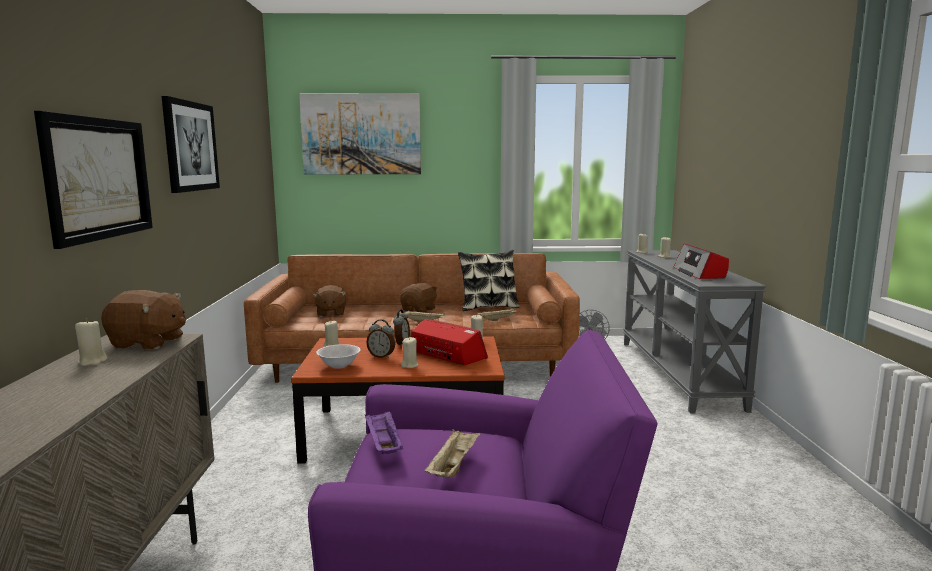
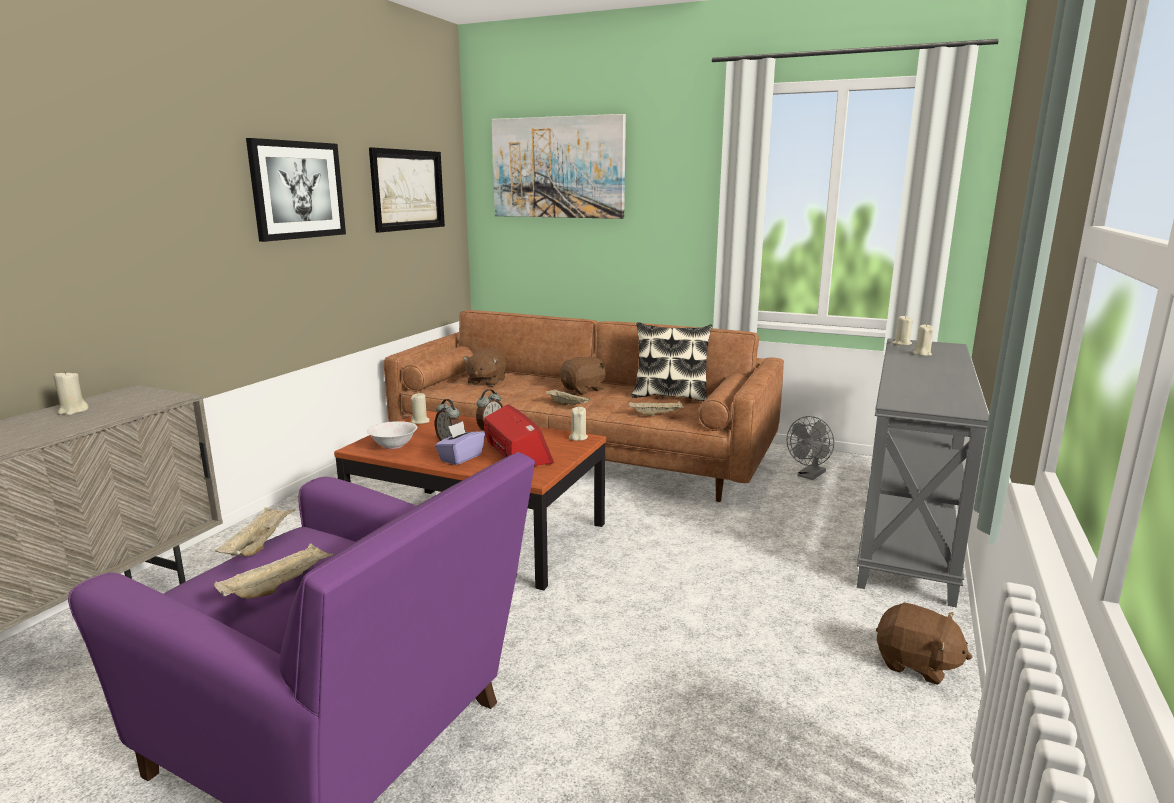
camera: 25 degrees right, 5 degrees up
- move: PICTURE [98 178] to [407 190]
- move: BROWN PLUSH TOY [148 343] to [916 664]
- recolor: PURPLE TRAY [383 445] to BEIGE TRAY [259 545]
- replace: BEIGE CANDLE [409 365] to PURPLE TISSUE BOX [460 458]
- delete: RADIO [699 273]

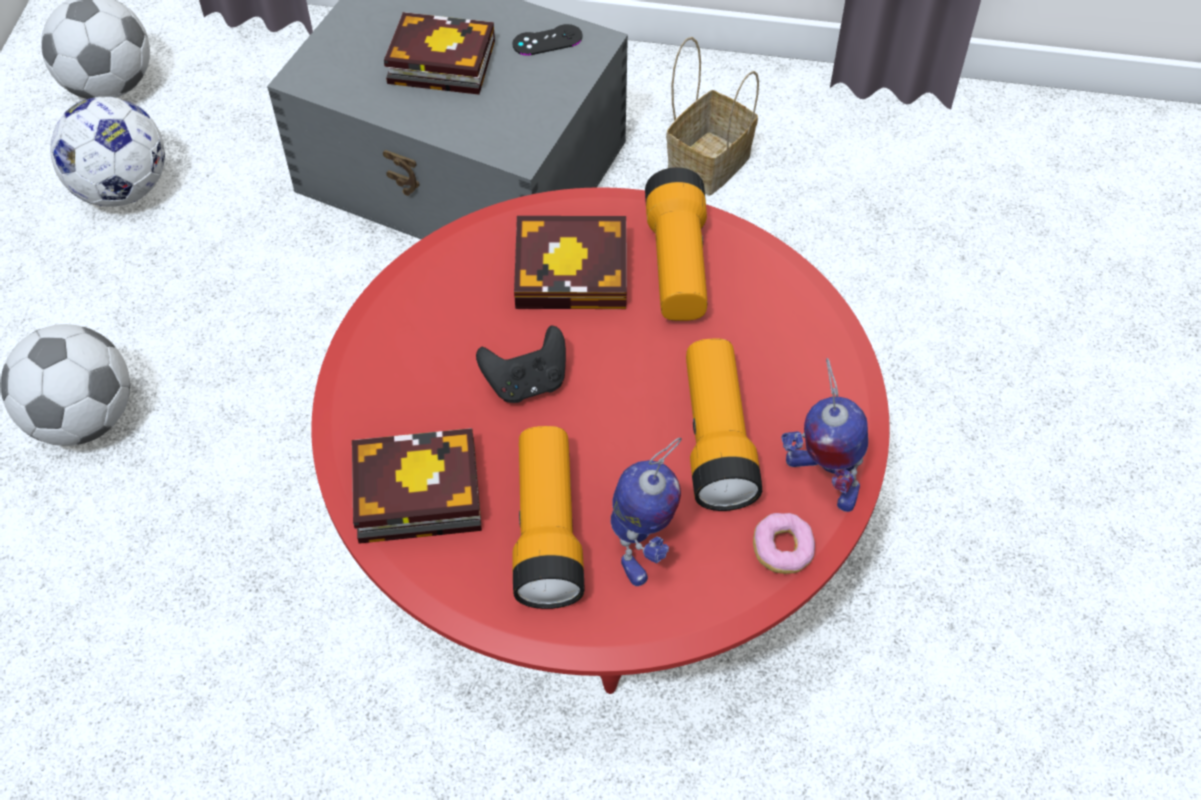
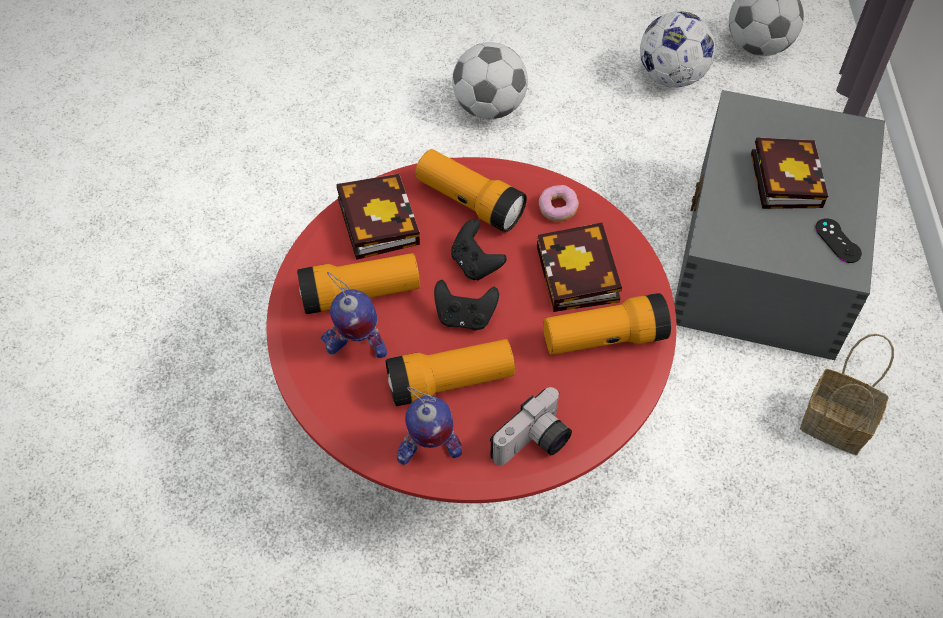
camera: 80 degrees right, 0 degrees up
- move: DONUT [782 550] to [557 209]
- rotate: TOY ROBOT [821 479] = [428 453] 135 degrees counterclockwise
- insert: FLASHLIGHT [469 202]
- insert: BLACK GAME CONTROLLER [465 317]
- insert: PHOTO CAMERA [534 444]

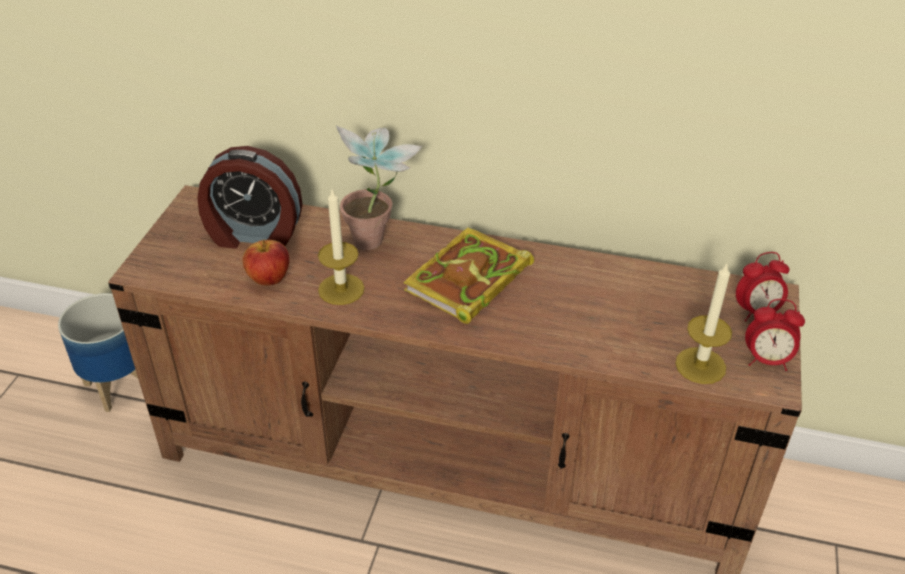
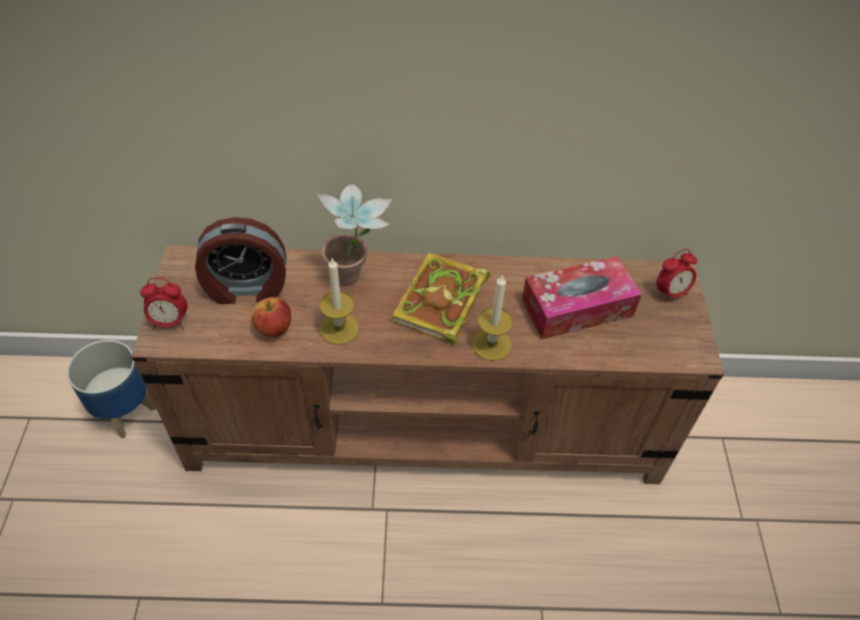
camera: 15 degrees left, 10 degrees up
- move: CANDLE [700 365] to [491 344]
- move: ALARM CLOCK [766 360] to [170 321]
- insert: TISSUE BOX [577 307]

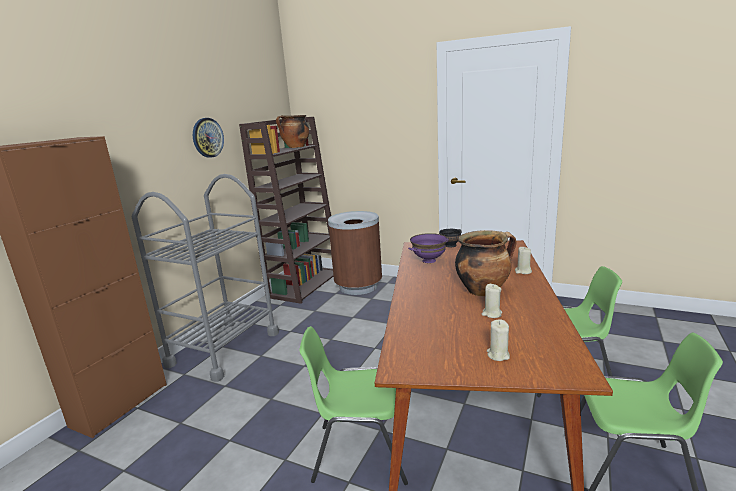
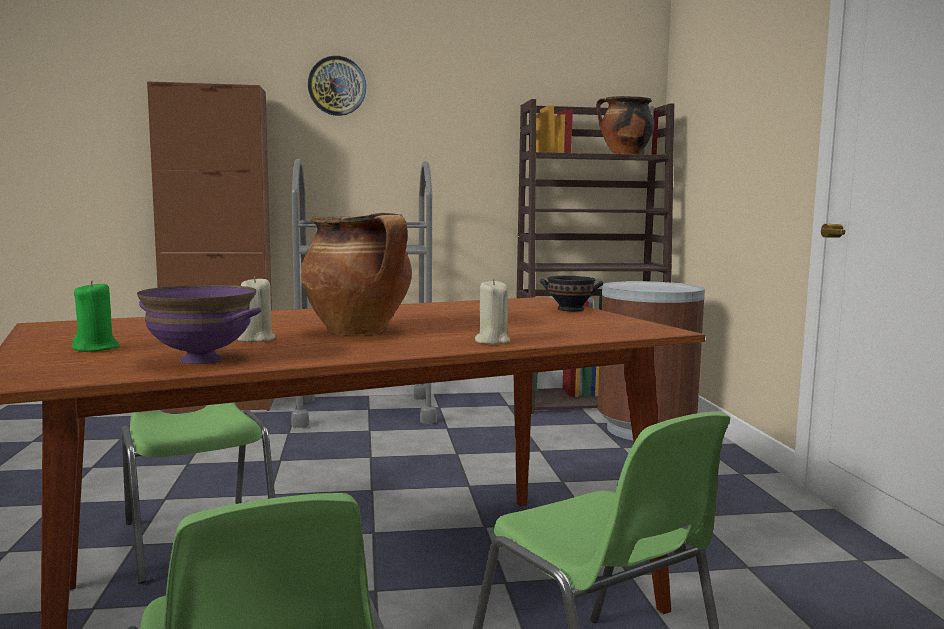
camera: 55 degrees right, 10 degrees down
- move: WALL CLOCK [207 137] to [337 86]
- move: PURPLE BOWL [429 260] to [202 359]
- recolor: BEIGE CANDLE [498 355] to GREEN CANDLE [96 348]

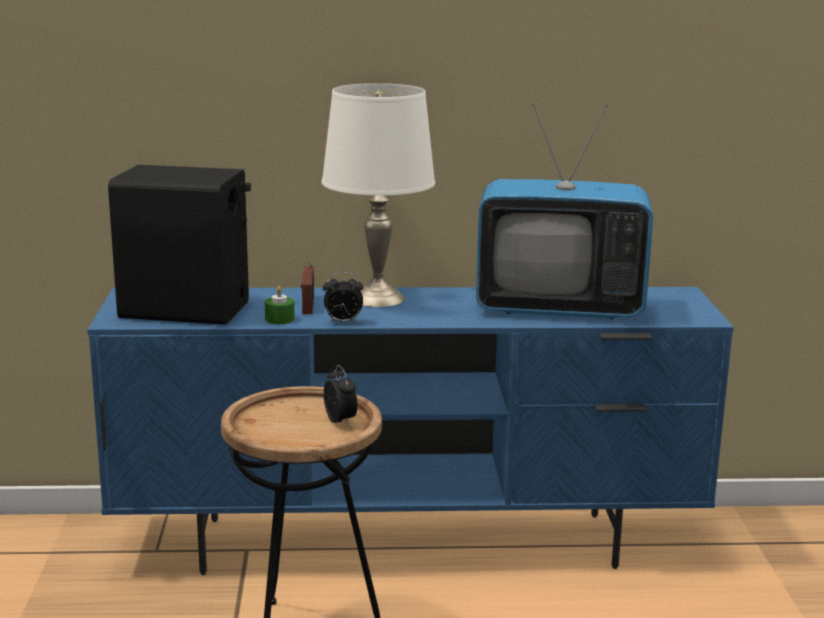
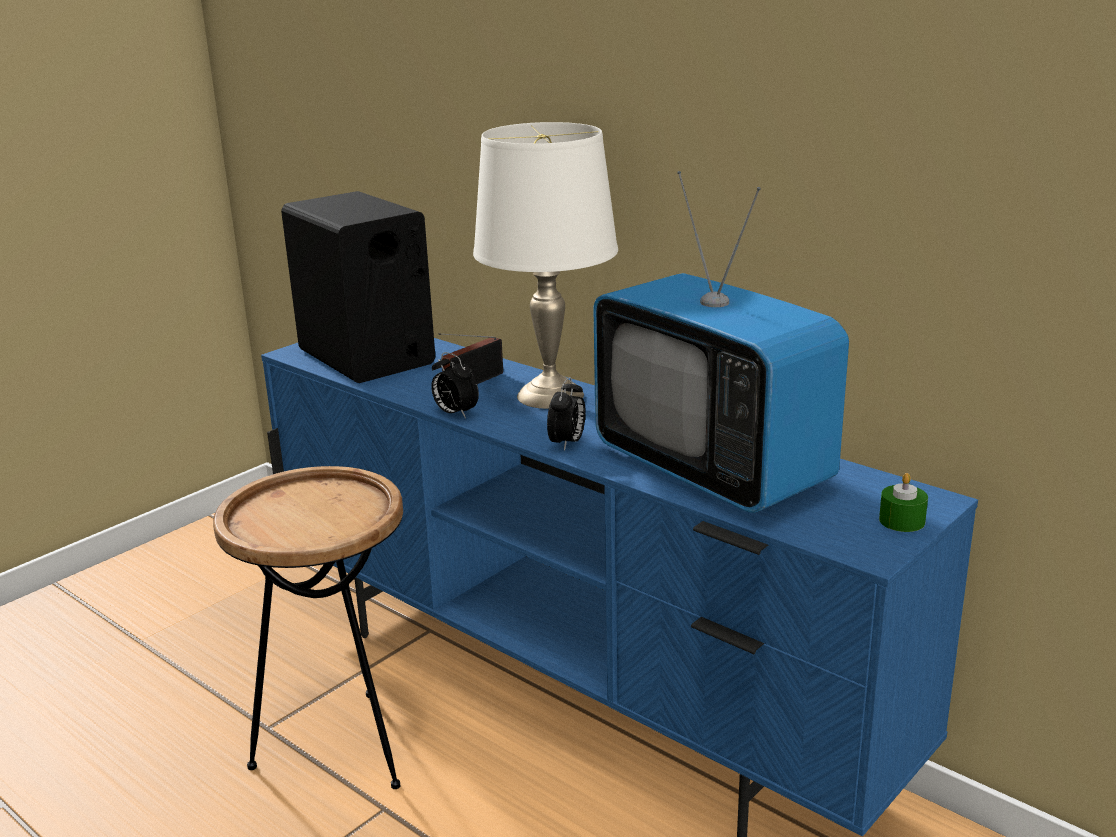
camera: 45 degrees right, 5 degrees up
- move: GREEN CANDLE [279 319] to [902 521]
- move: ALARM CLOCK [341 421] to [567 443]

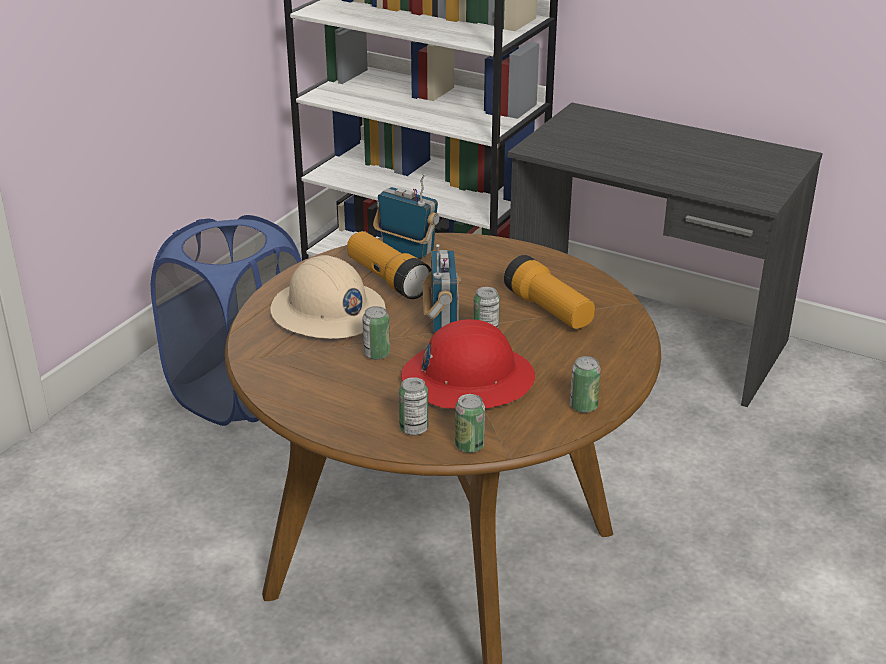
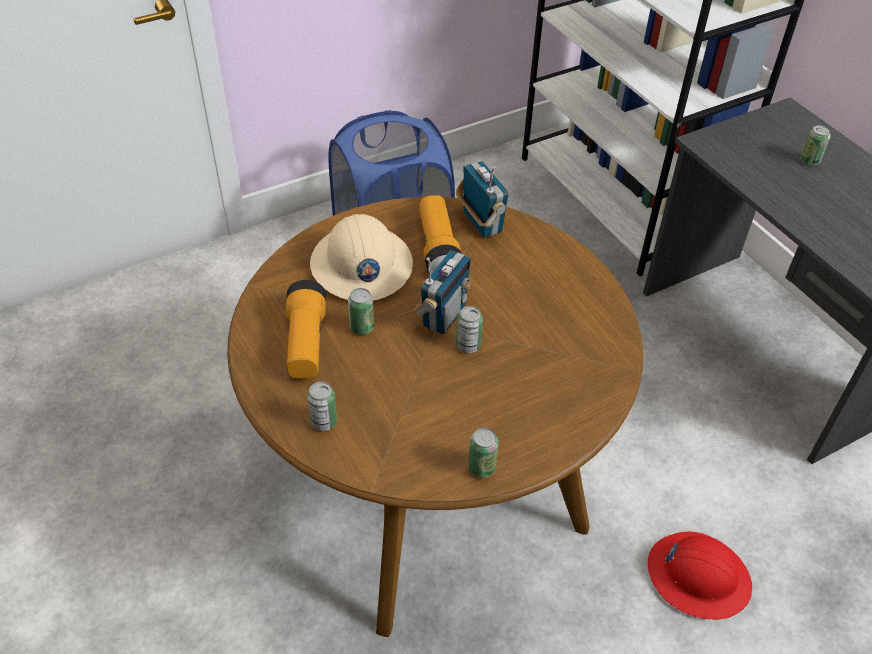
camera: 30 degrees right, 15 degrees up
- move: RED HARD HAT [467 379] to [698 576]
- move: CAN [469 446] to [809 161]
- move: FLASHLIGHT [549 310] to [306 343]

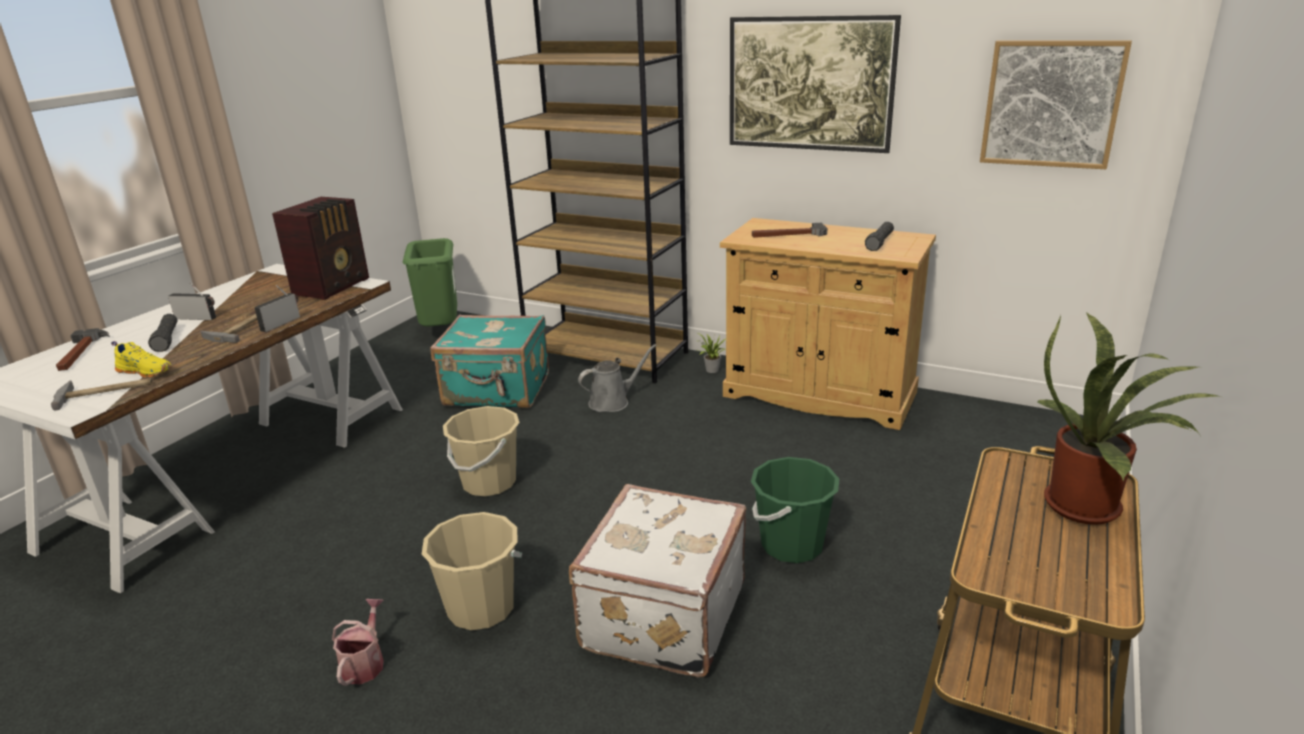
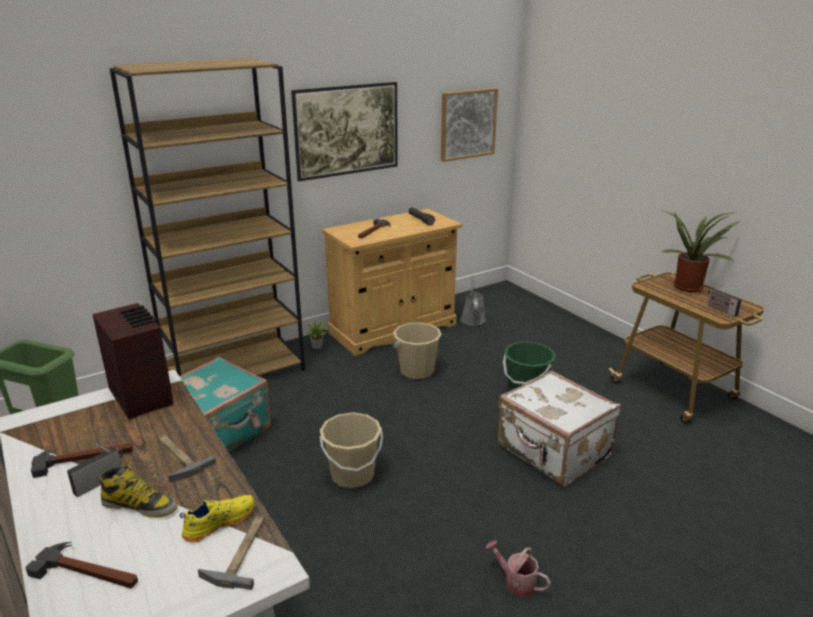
camera: 60 degrees left, 0 degrees up
- replace: BLACK FLASHLIGHT [167 339] to BOOT [140 505]
- move: RADIO [282 323] to [720 310]
- move: BEIGE BUCKET [481 608] to [417 371]
- move: GREY WATERING CAN [612 402] to [472 318]
- insert: HAMMER [84 459]

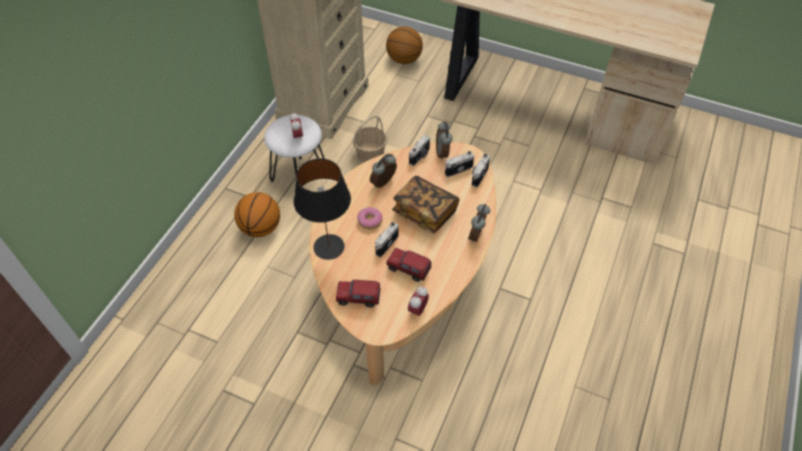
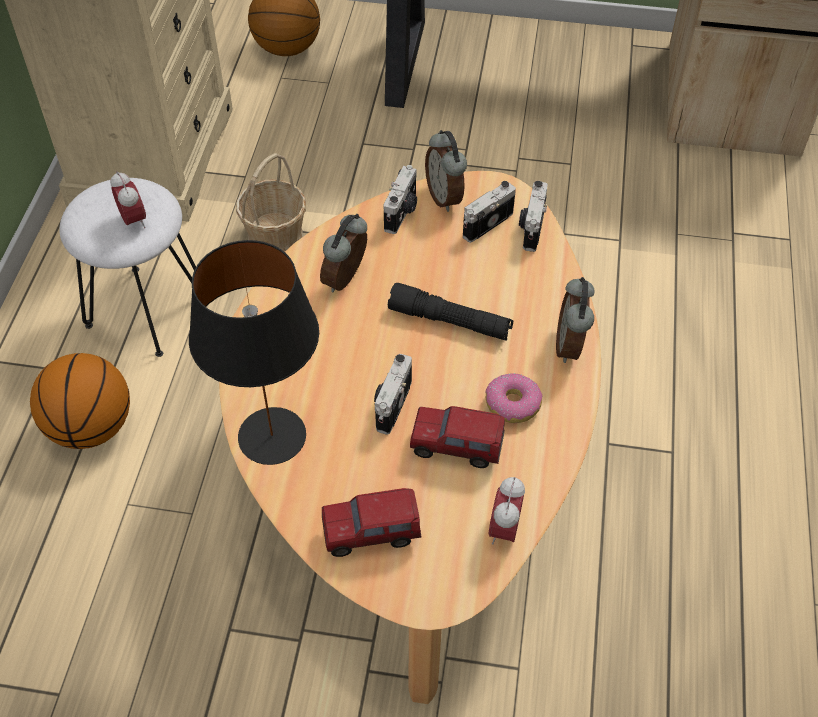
camera: 15 degrees left, 0 degrees up
- move: DONUT [370 221] to [513 404]
- replace: BOOK [425 212] to BLACK FLASHLIGHT [450 321]

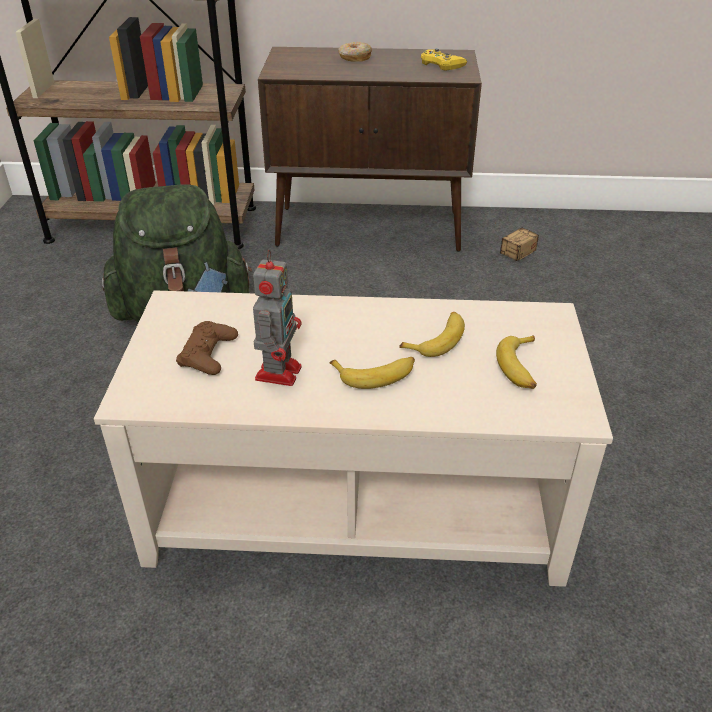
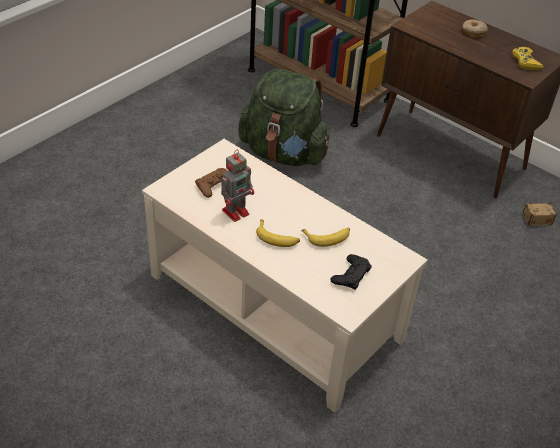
camera: 35 degrees right, 5 degrees up
- replace: BANANA [521 368] to BLACK GAME CONTROLLER [351 275]

